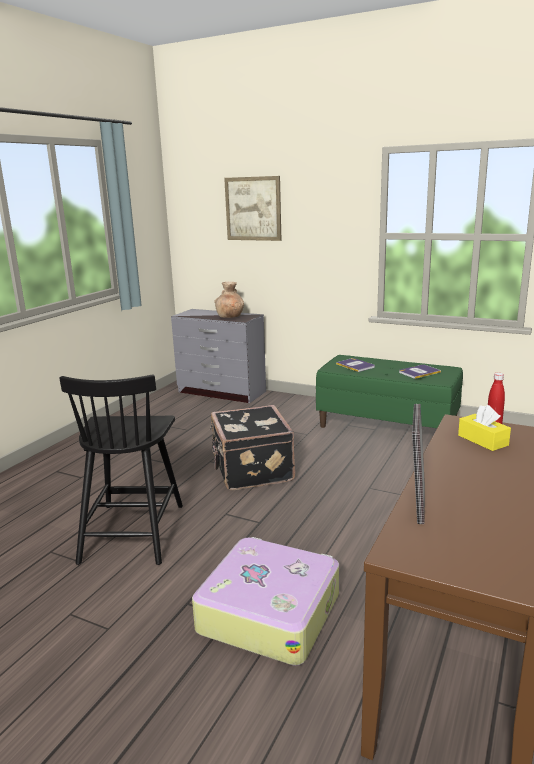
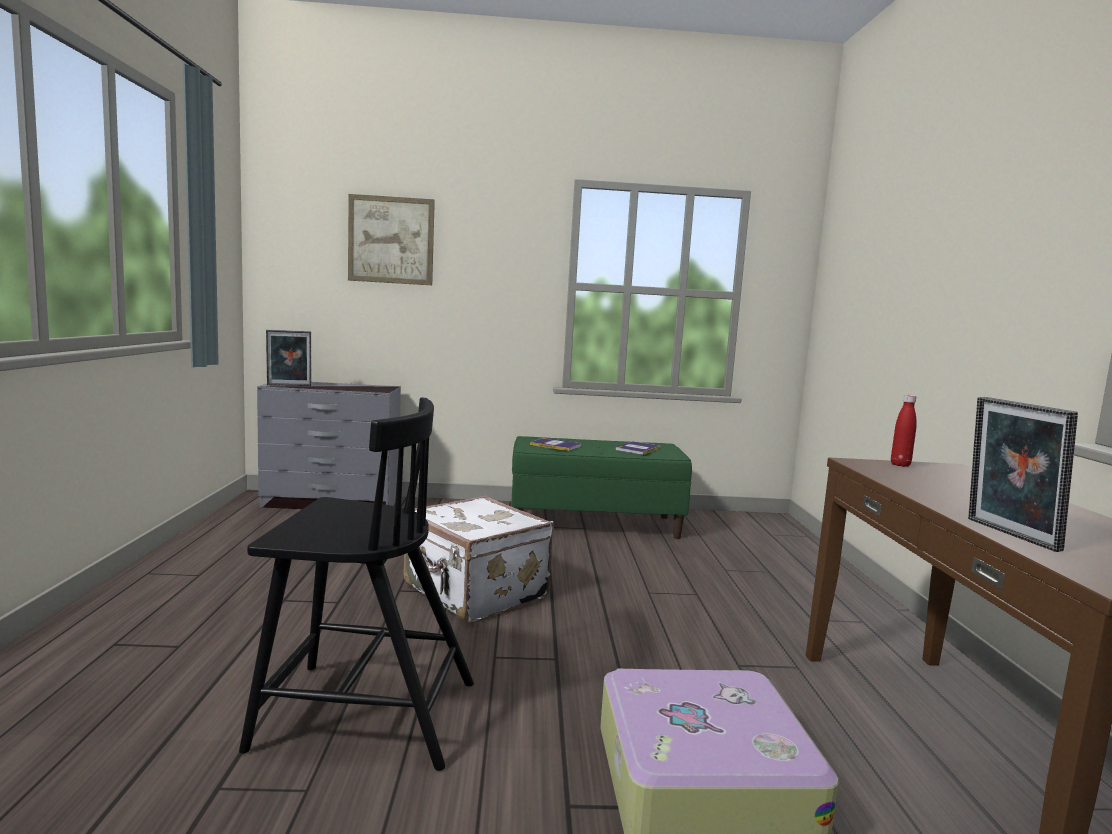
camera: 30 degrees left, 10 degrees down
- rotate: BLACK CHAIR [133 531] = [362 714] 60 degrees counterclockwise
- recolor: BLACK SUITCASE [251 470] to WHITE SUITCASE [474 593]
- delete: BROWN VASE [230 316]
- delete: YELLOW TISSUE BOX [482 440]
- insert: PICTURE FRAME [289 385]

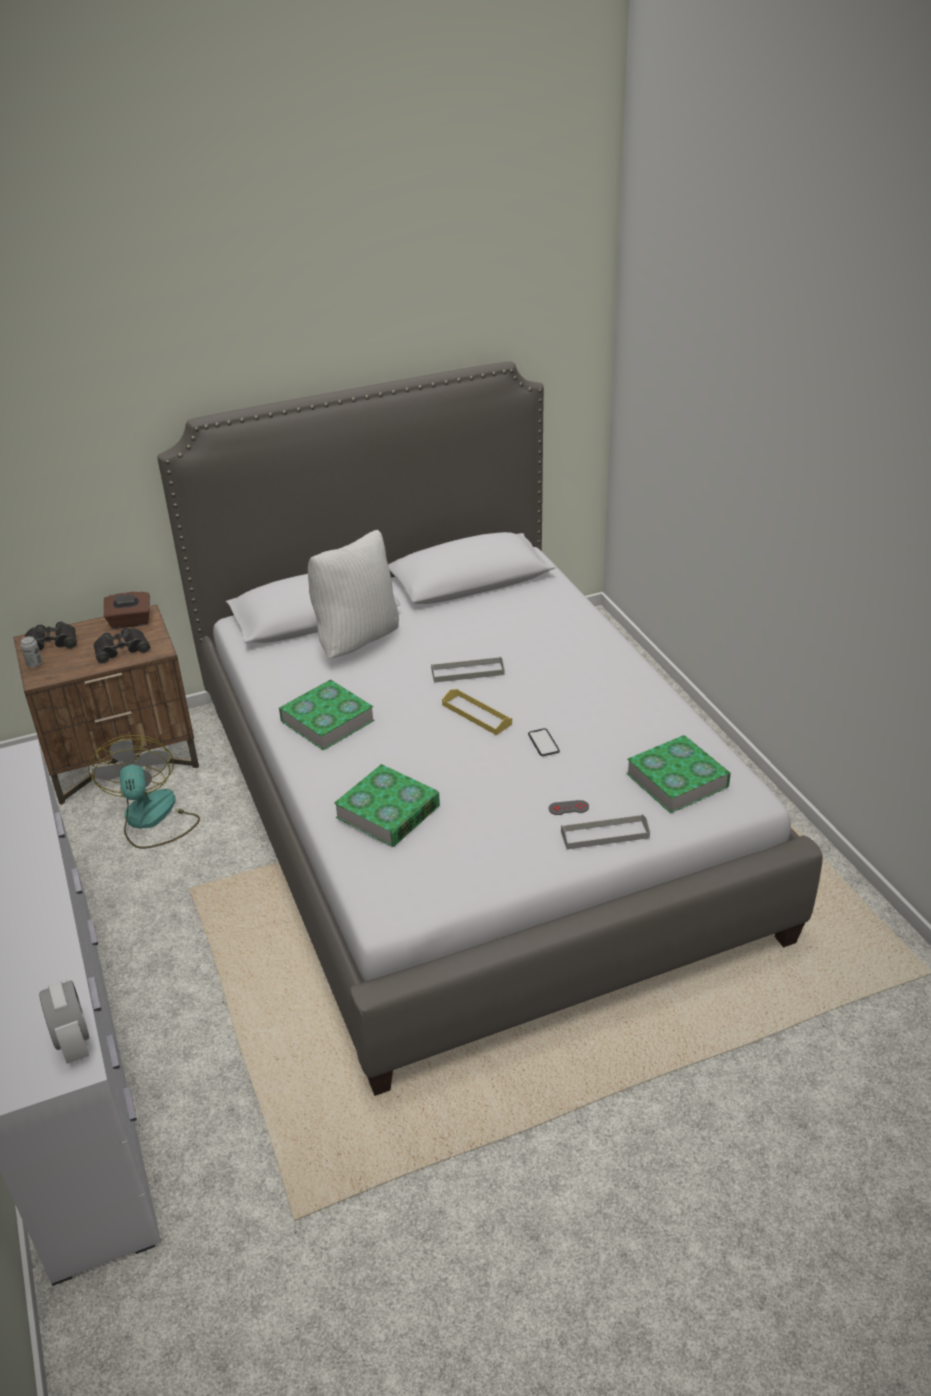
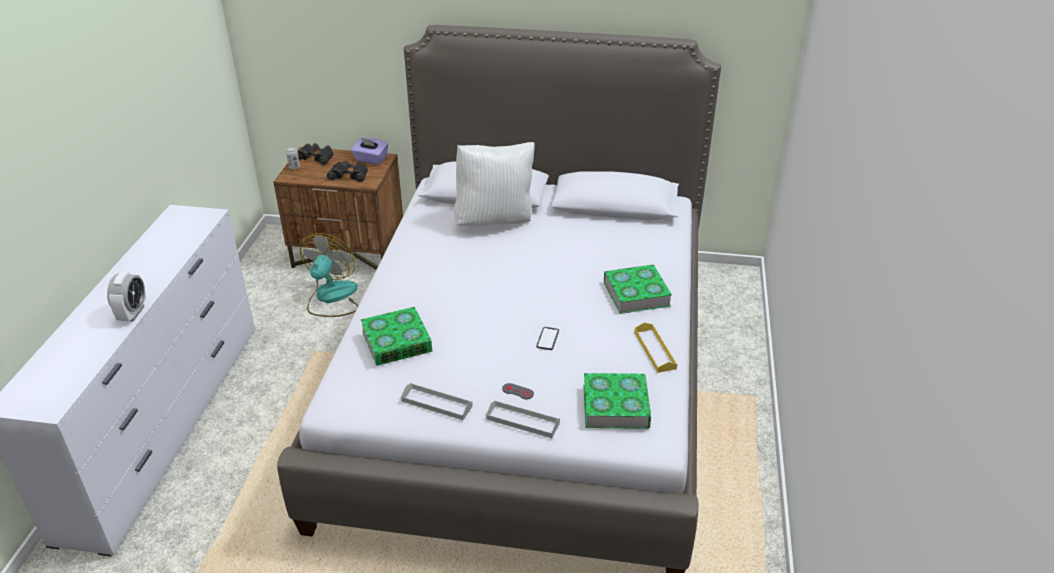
camera: 30 degrees right, 0 degrees up
- move: ALARM CLOCK [73 1042] to [133 313]
- recolor: BROWN TISSUE BOX [130 622] to PURPLE TISSUE BOX [371 160]
- move: BOOK [327 720] to [636 293]
- move: GREY TRAY [467 672] to [436 403]
- move: YELLOW TRAY [476 714] to [654 350]

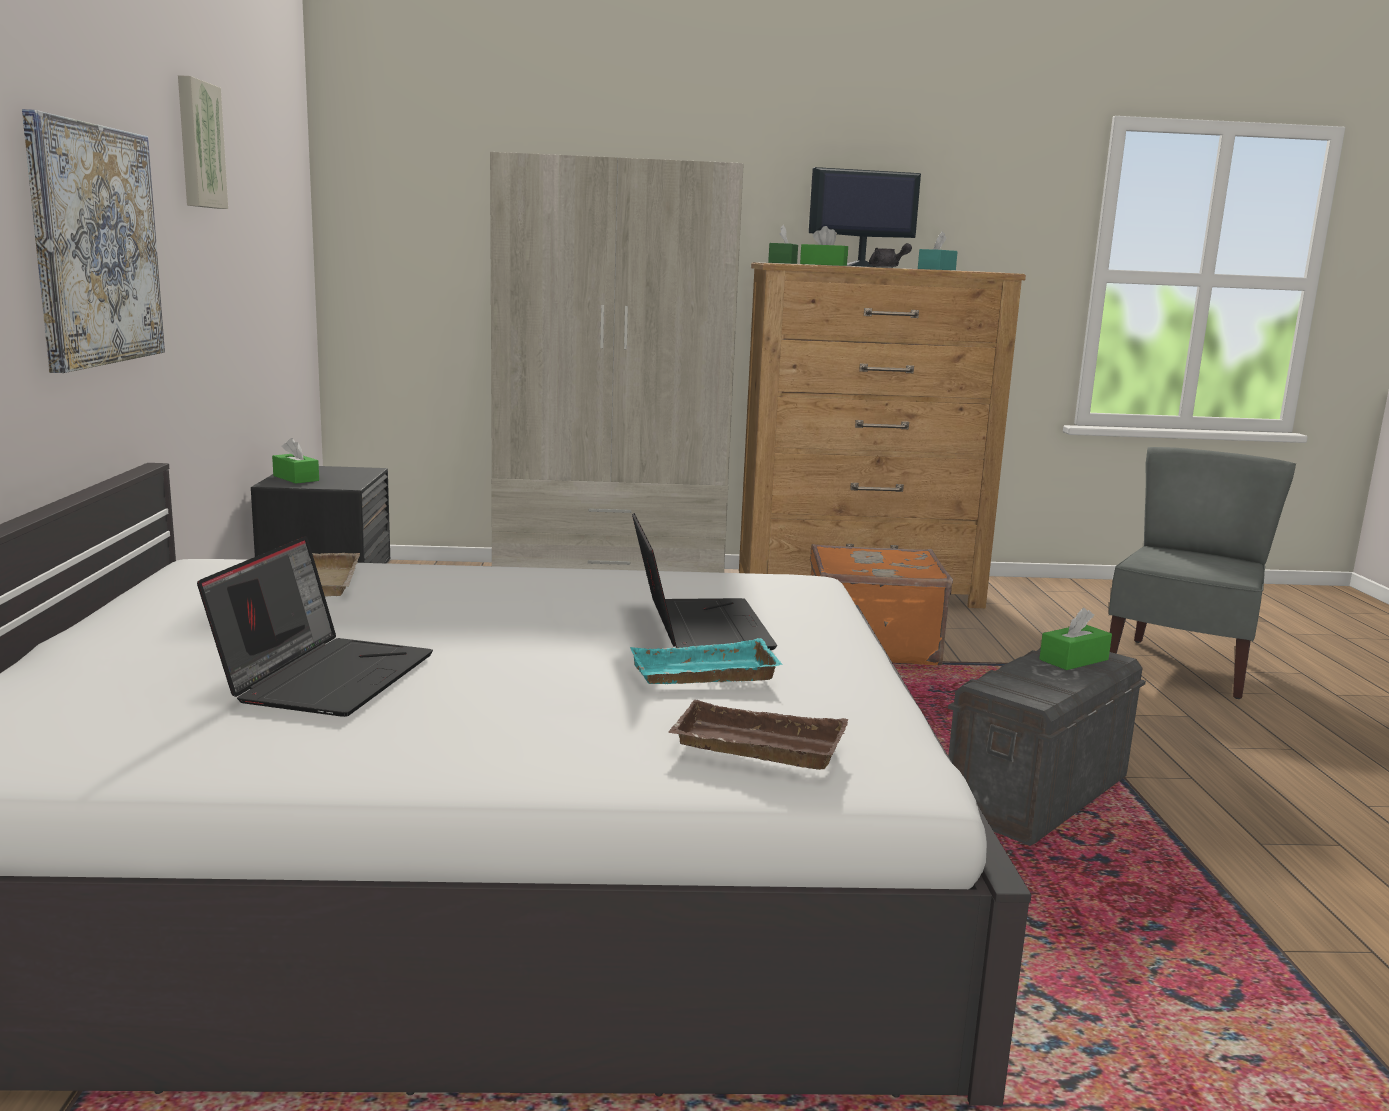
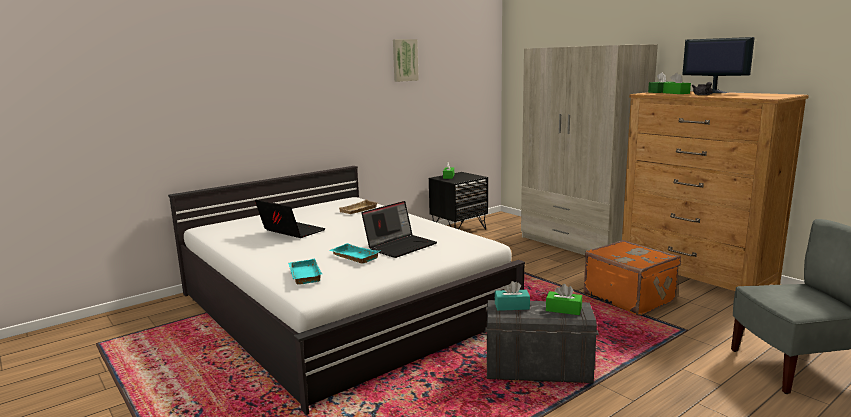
camera: 55 degrees right, 0 degrees up
- delete: PICTURE [95 245]
- rotate: LAPTOP [326 676] = [290 231] 120 degrees counterclockwise
- recolor: BROWN TRAY [754 748] to TURQUOISE TRAY [303 275]
- move: TURQUOISE TISSUE BOX [936 269] to [512 306]

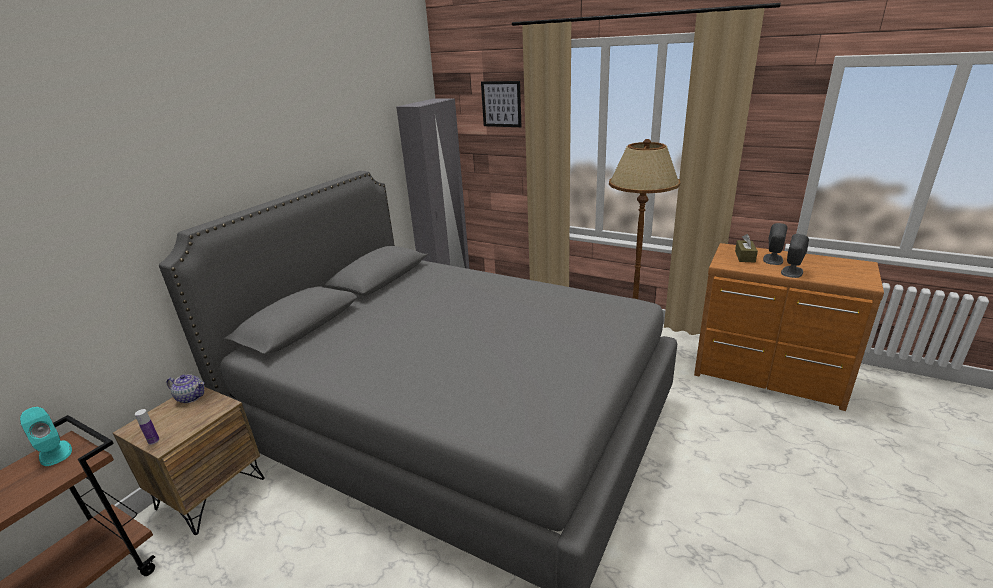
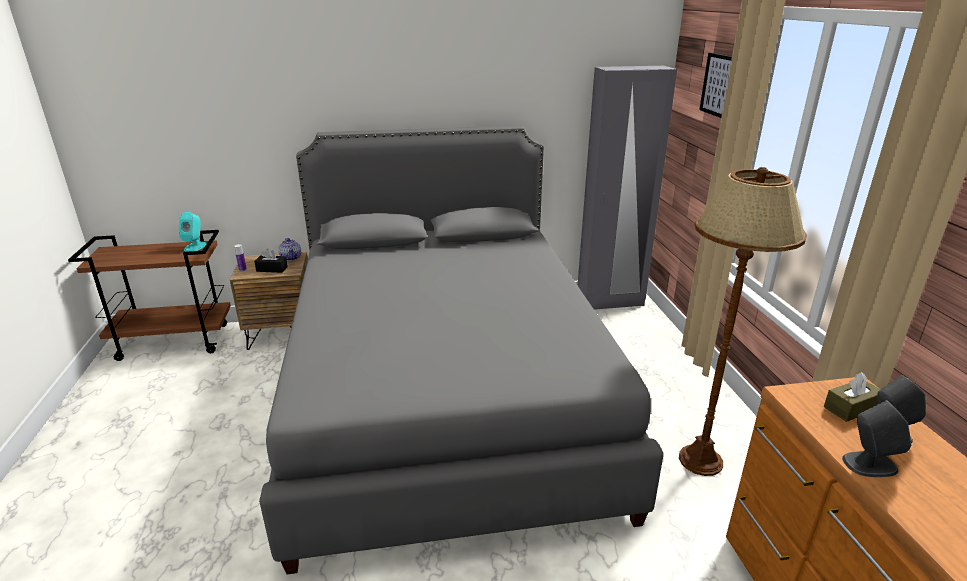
camera: 50 degrees right, 0 degrees up
- insert: BLACK TISSUE BOX [272 269]

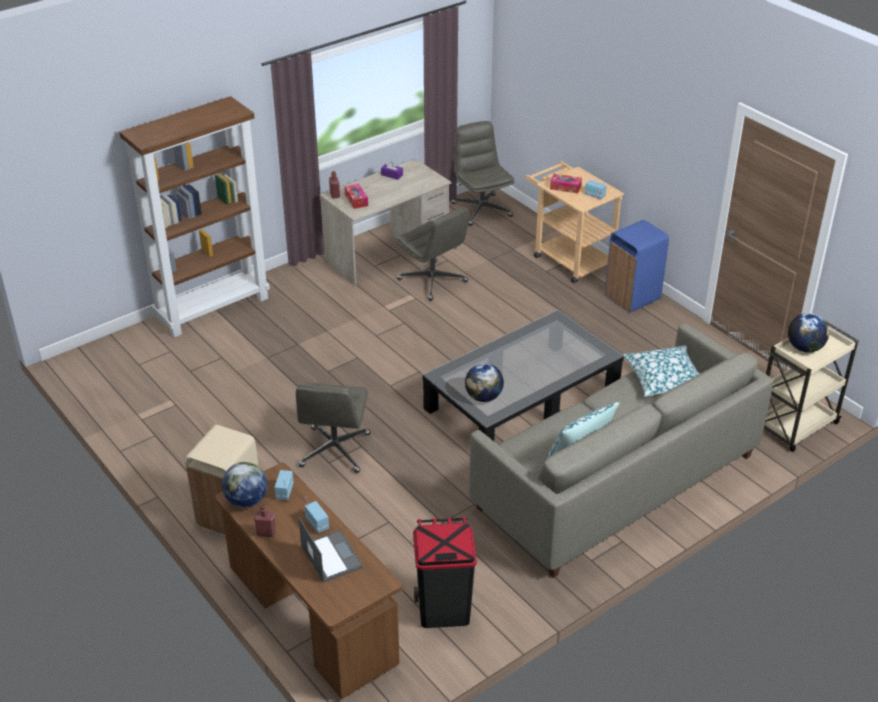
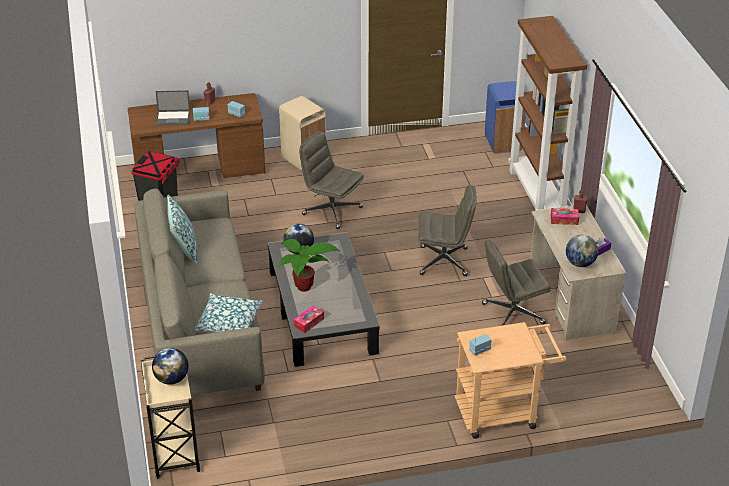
camera: 115 degrees right, 0 degrees up
- move: GLOBE [246 501] to [580 263]
- move: GREY OFFICE CHAIR [481 209] to [444 261]
- move: TISSUE BOX [565 187] to [309 322]
- move: BLUE TRASH CAN [631 298] to [503 143]
- insert: POTTED PLANT [304 289]

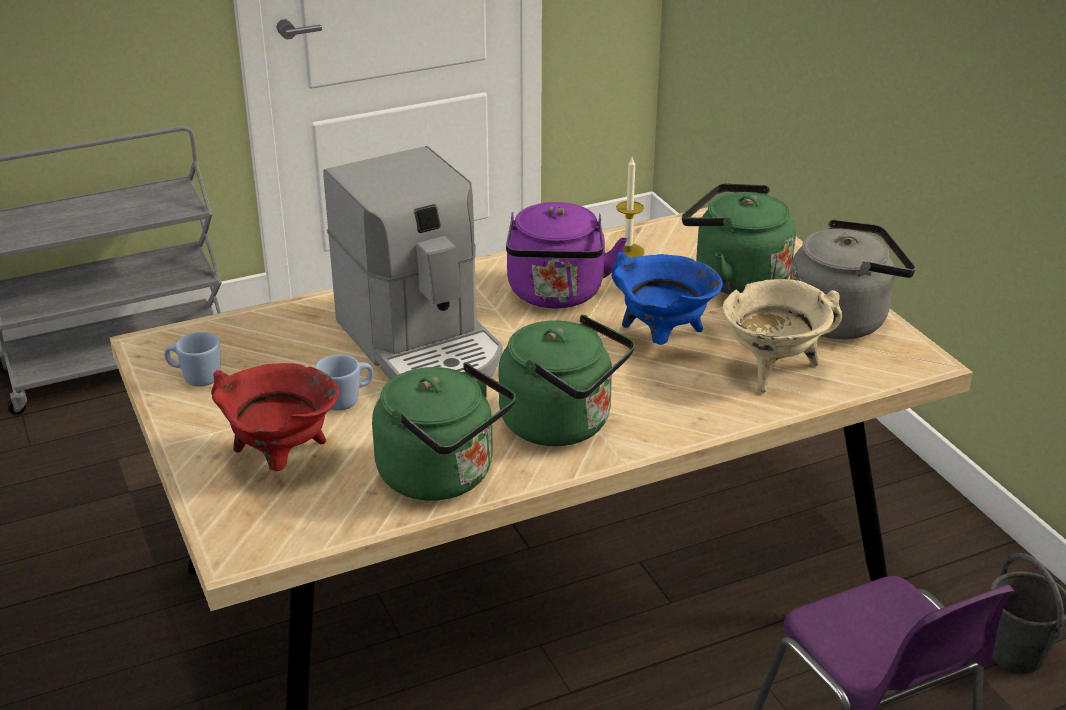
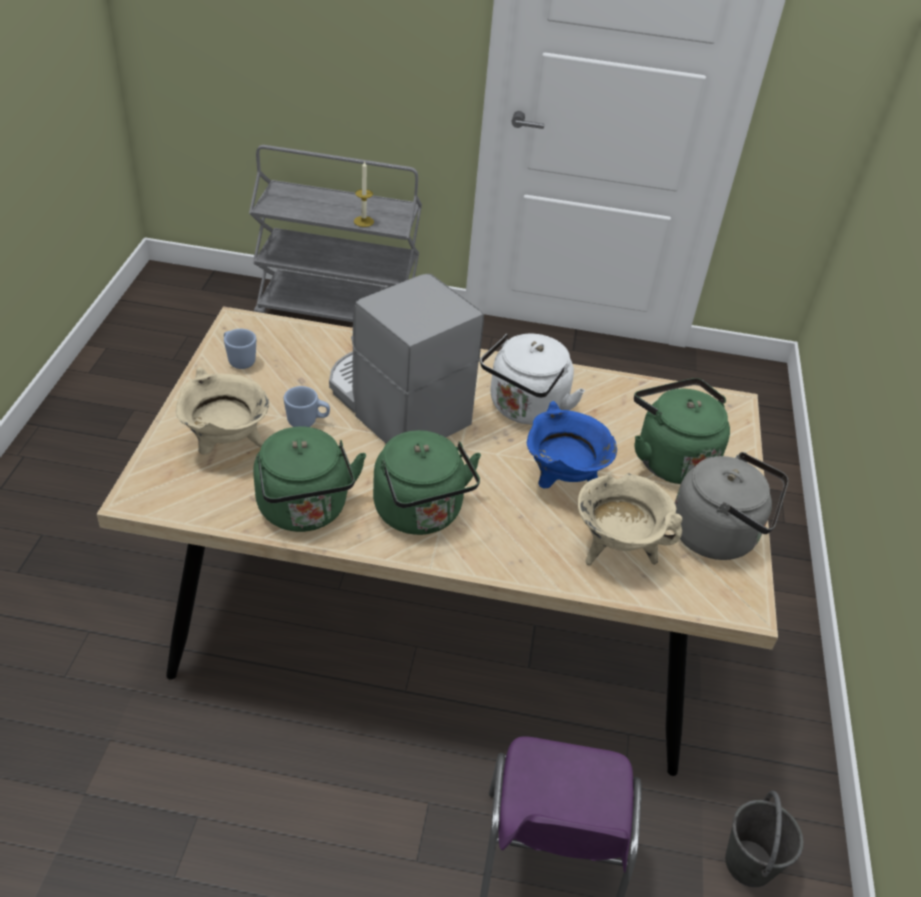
camera: 30 degrees right, 10 degrees up
- recolor: RED COOKING POT [282 459] to BEIGE COOKING POT [227 445]
- rotate: COFFEE MACHINE [422 346] = [394 405] 135 degrees clockwise
- recolor: PURPLE KETTLE [556 295] to WHITE KETTLE [525 409]
- move: CANDLE [628 251] to [363 221]

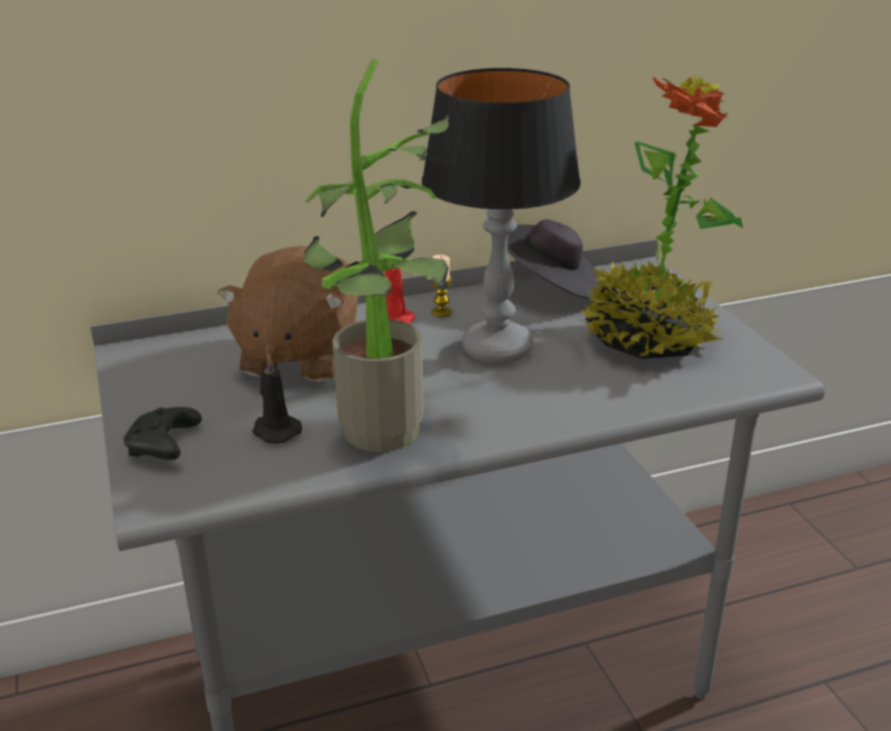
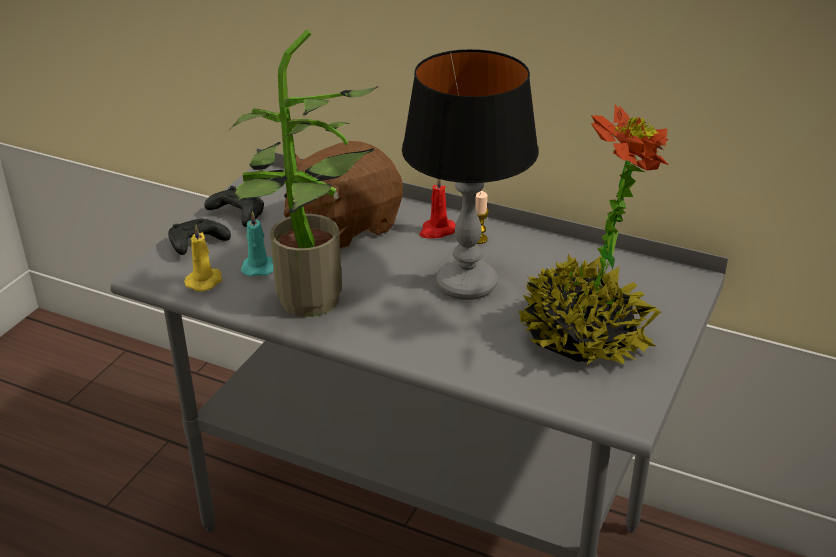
camera: 45 degrees right, 5 degrees up
- recolor: BLACK CANDLE [275 431] to TURQUOISE CANDLE [258 267]
- delete: BLACK HAT [551 289]
- insert: YELLOW CANDLE [205 281]
- insert: BLACK GAME CONTROLLER [237 215]

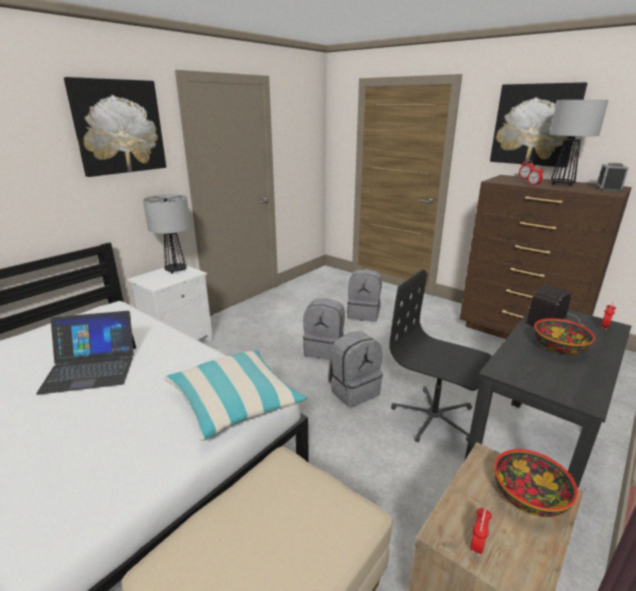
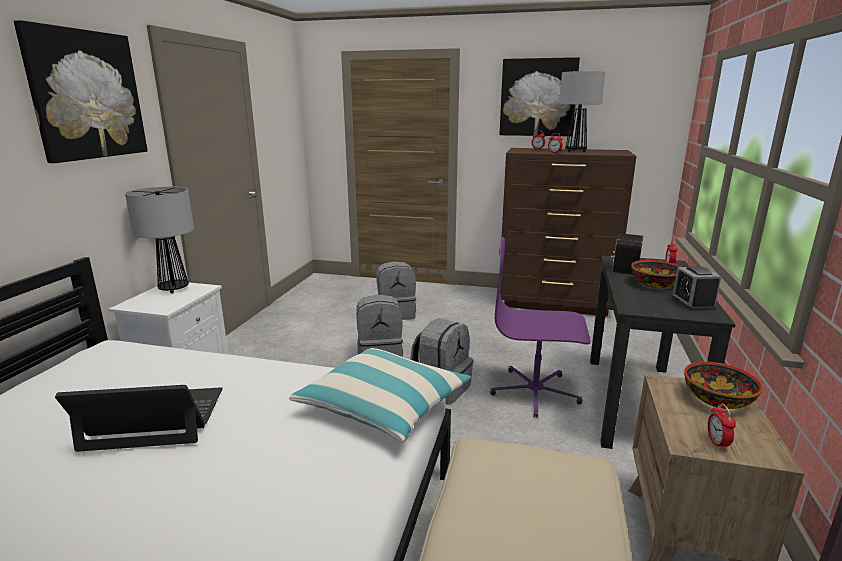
camera: 25 degrees left, 5 degrees down
- rotate: LAPTOP [91 368] = [154 419] 150 degrees counterclockwise
- recolor: BLACK OFFICE CHAIR [434 417] to PURPLE OFFICE CHAIR [535 392]
- move: ALARM CLOCK [608 189] to [692 303]

